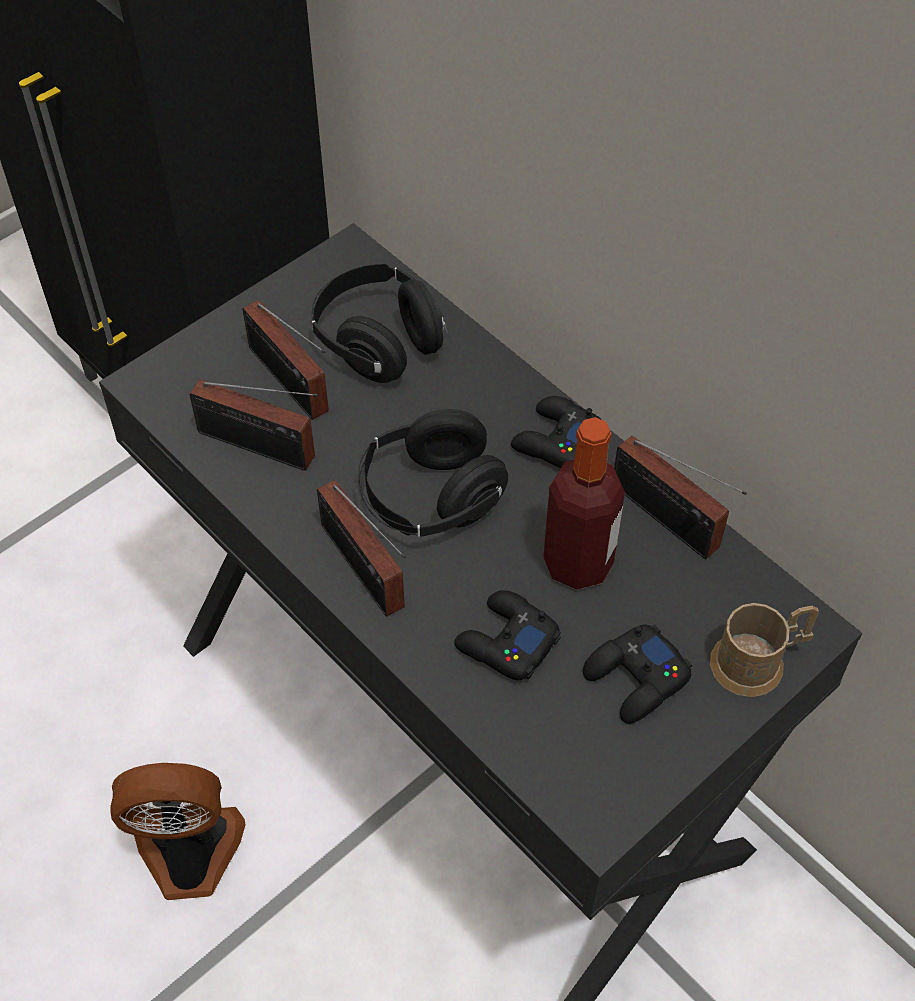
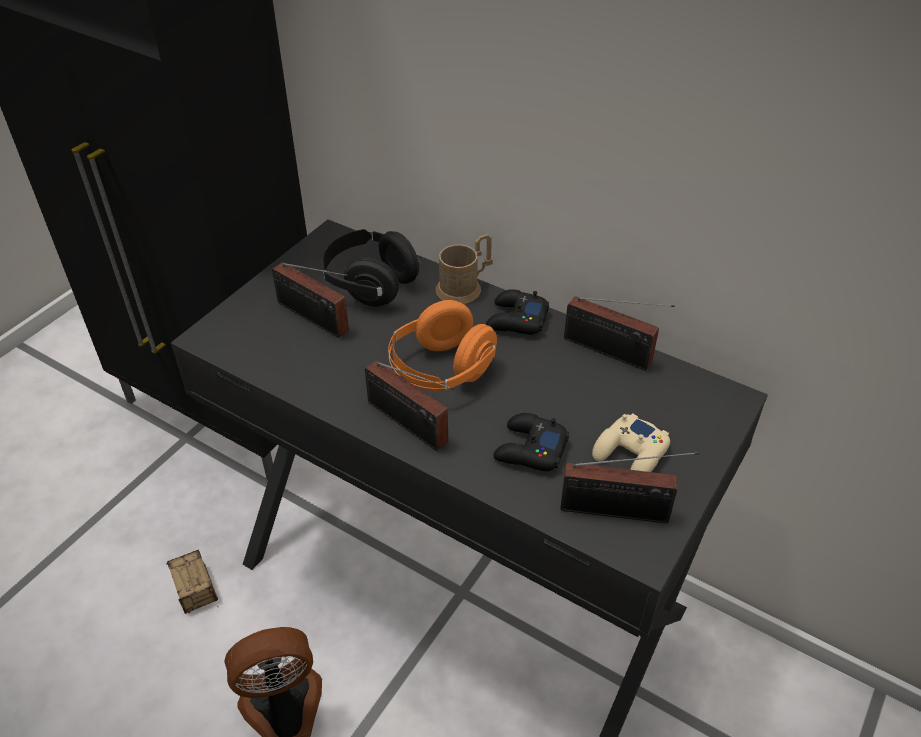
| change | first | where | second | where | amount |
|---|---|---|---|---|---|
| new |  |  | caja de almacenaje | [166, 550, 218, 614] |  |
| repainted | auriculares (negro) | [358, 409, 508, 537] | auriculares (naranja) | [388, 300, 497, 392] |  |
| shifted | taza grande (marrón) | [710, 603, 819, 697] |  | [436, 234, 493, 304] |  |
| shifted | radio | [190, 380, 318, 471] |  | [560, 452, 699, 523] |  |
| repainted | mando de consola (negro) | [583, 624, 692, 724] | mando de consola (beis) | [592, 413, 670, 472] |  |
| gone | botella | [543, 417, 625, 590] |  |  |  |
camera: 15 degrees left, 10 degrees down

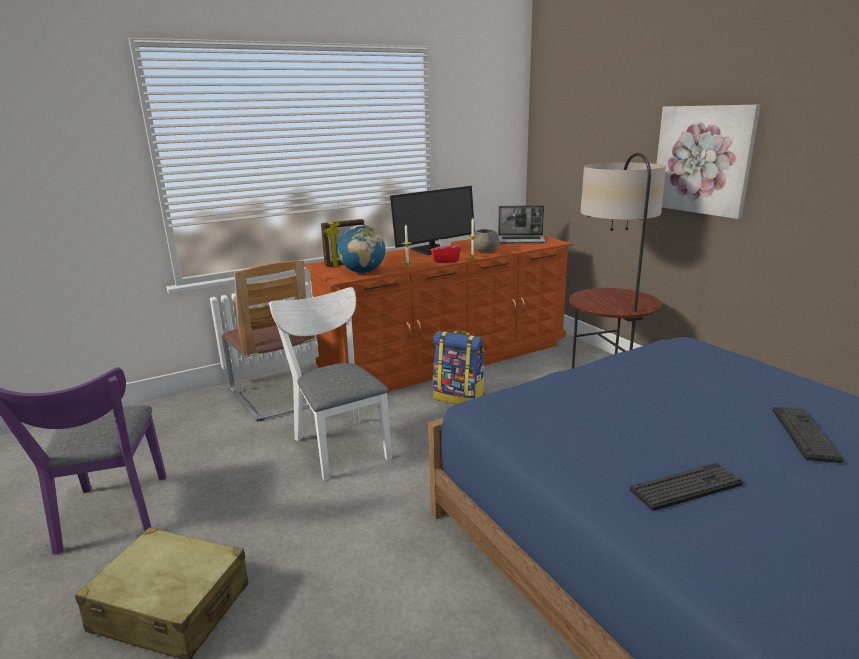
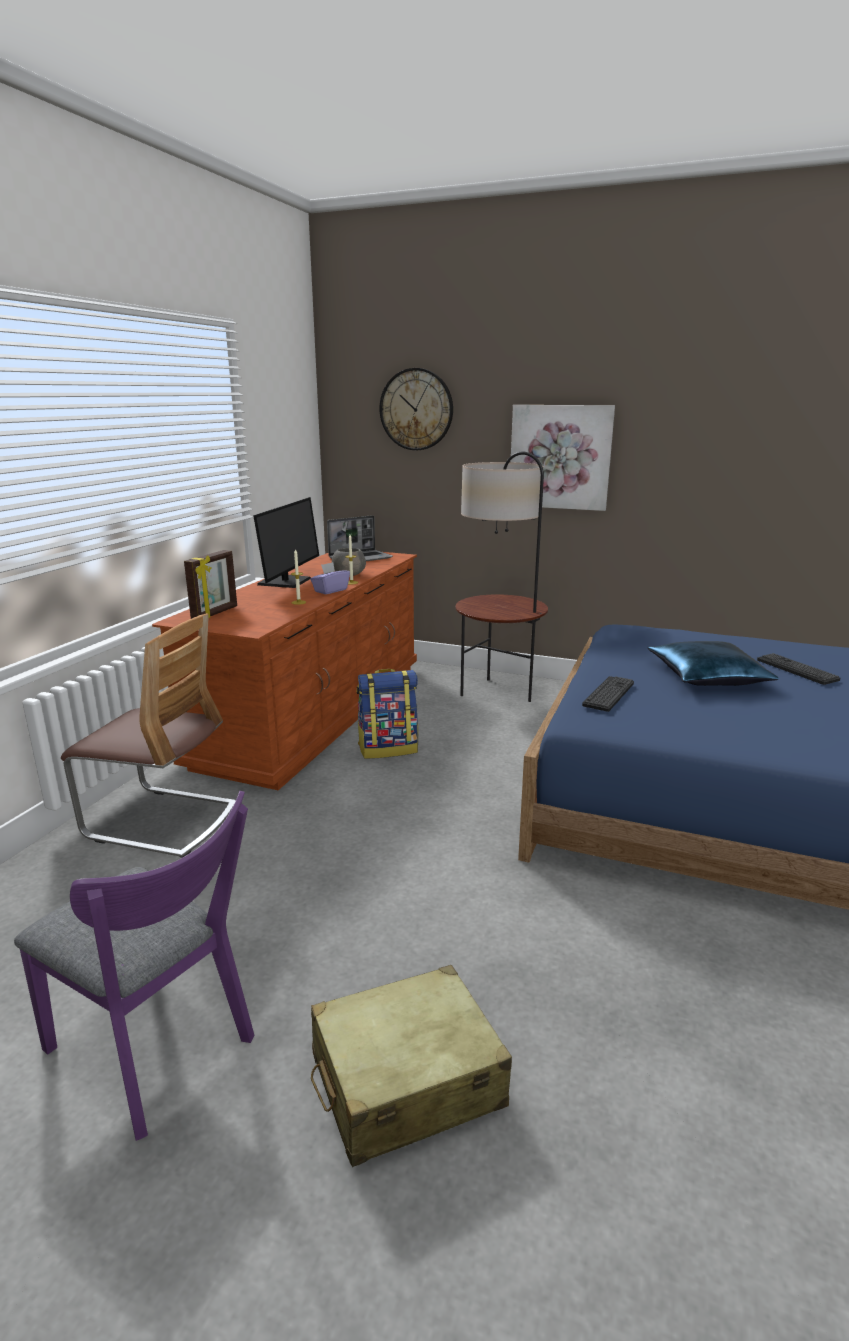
| change | first | where | second | where | amount |
|---|---|---|---|---|---|
| repainted | caja de pañuelos (rojo) | [431, 238, 461, 263] | caja de pañuelos (morado) | [310, 562, 350, 594] |  |
| new |  |  | reloj de pared | [380, 368, 453, 450] |  |
| shifted | teclado | [630, 463, 743, 511] |  | [582, 676, 634, 712] |  |
| new |  |  | cojín (azul) | [648, 641, 779, 686] |  |
| gone | silla (blanco) | [269, 287, 392, 481] |  |  |  |
| gone | globo terráqueo | [338, 225, 385, 273] |  |  |  |
camera: 40 degrees left, 0 degrees up

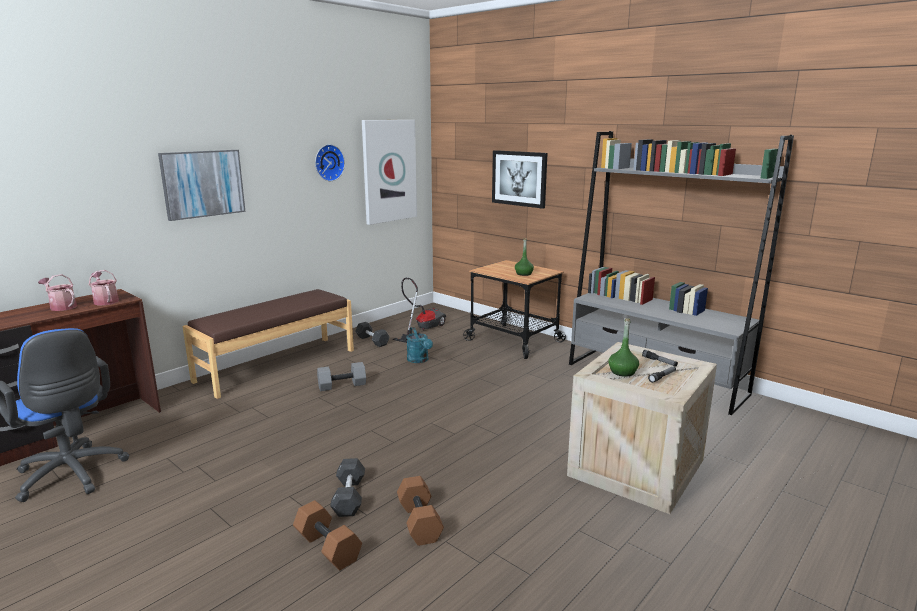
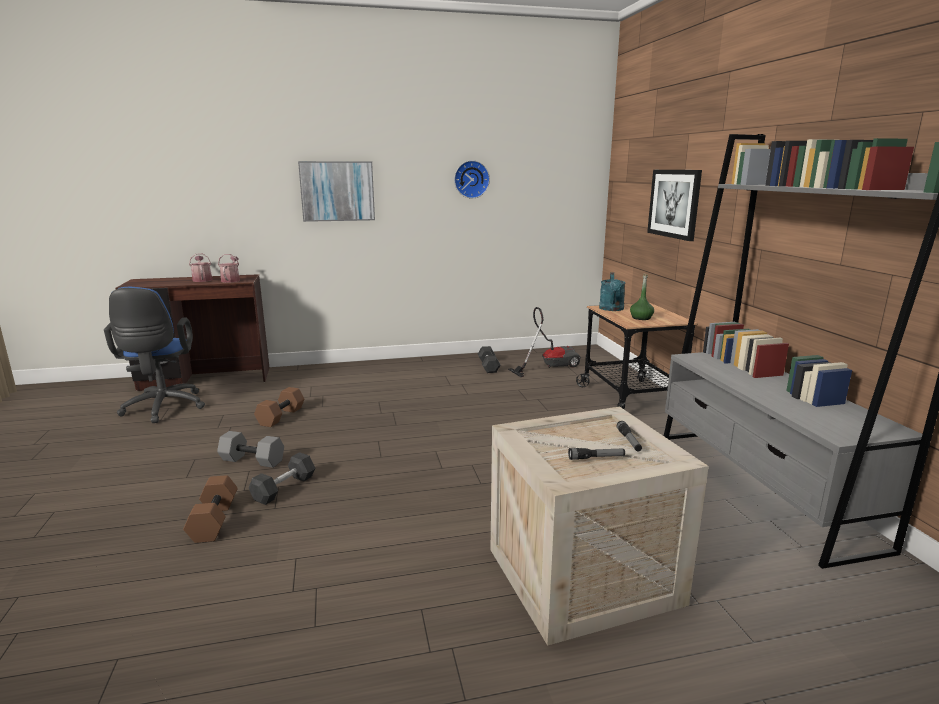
| change | first | where | second | where | amount |
|---|---|---|---|---|---|
| shifted | mancuerna (gris) | [317, 362, 366, 391] |  | [217, 431, 284, 468] |  |
| shifted | mancuerna (marrón) | [397, 476, 444, 546] |  | [254, 387, 304, 427] |  |
| shifted | regadera (turquesa) | [406, 327, 433, 363] |  | [599, 272, 625, 311] |  |
| gone | banco (marrón) | [182, 289, 354, 399] |  |  |  |
| gone | cuadro | [362, 120, 417, 225] |  |  |  |
| gone | botella (verde) | [608, 318, 639, 377] |  |  |  |
camera: 35 degrees right, 0 degrees up

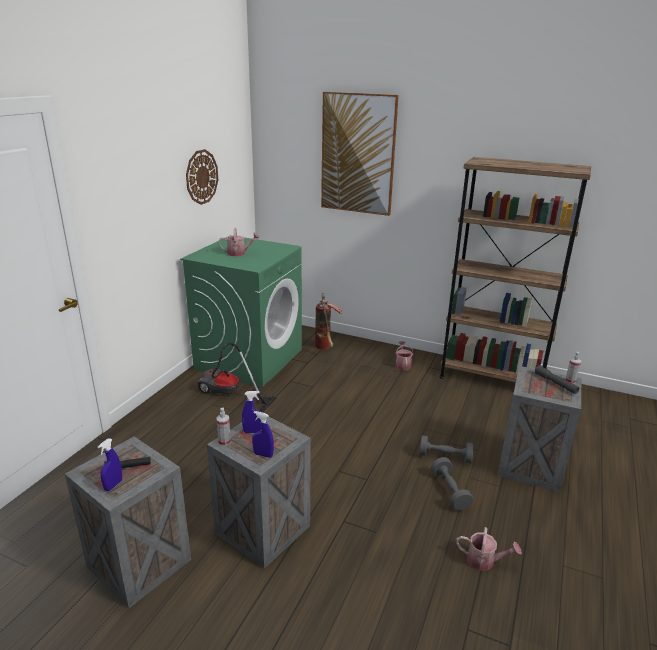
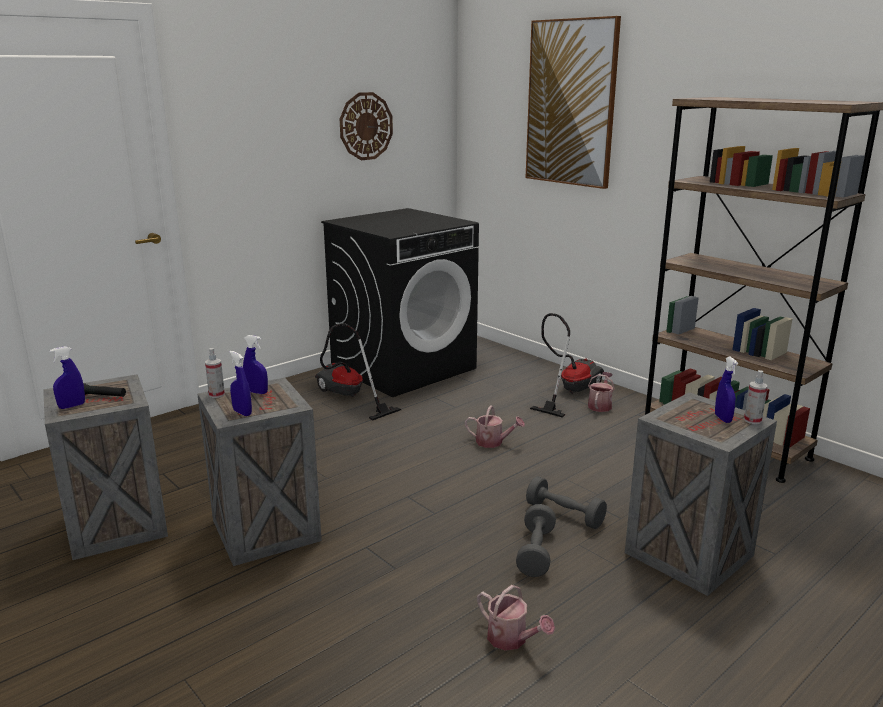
| change | first | where | second | where | amount |
|---|---|---|---|---|---|
| repainted | lavadora (verde) | [180, 235, 302, 388] | lavadora (negro) | [321, 208, 479, 397] |  |
| shifted | regadera | [218, 227, 260, 256] |  | [465, 405, 525, 448] |  |
| new |  |  | aspiradora | [530, 313, 604, 418] |  |
| swapped | linterna (gris) | [535, 365, 579, 394] | pulverizador (azul) | [715, 357, 738, 423] |  |
| gone | extintor | [315, 293, 342, 350] |  |  |  |
camera: 25 degrees right, 5 degrees down

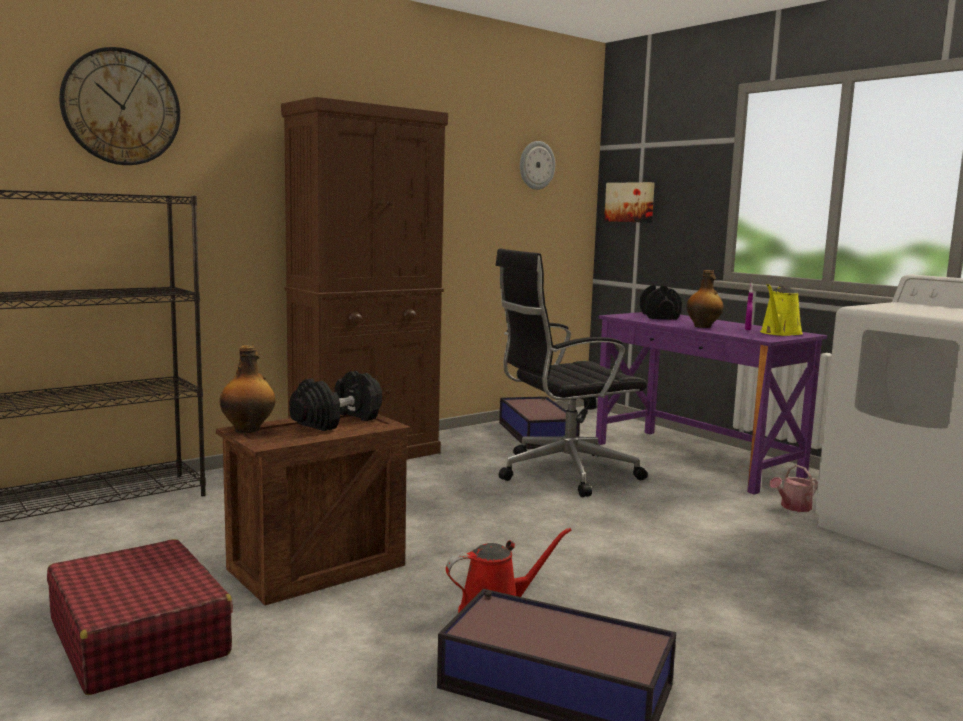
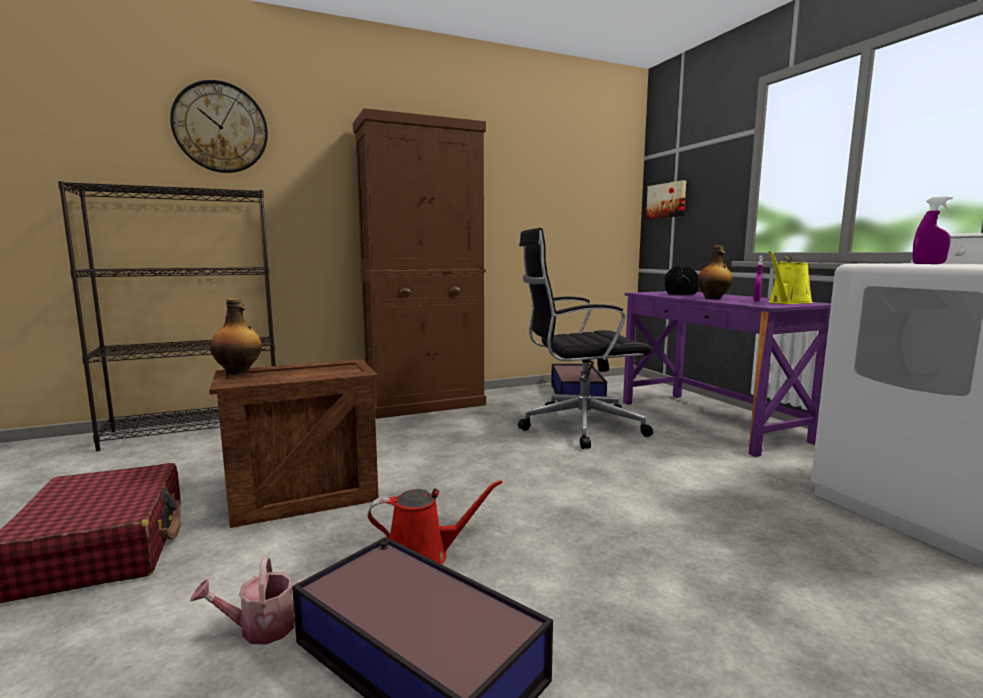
| change | first | where | second | where | amount |
|---|---|---|---|---|---|
| shifted | regadera | [769, 465, 818, 512] |  | [190, 556, 305, 645] |  |
| new |  |  | pulverizador (morado) | [913, 196, 952, 264] |  |
| gone | mancuerna (negro) | [289, 371, 382, 431] |  |  |  |
| gone | reloj de pared | [520, 141, 555, 190] |  |  |  |
camera: 15 degrees right, 0 degrees up

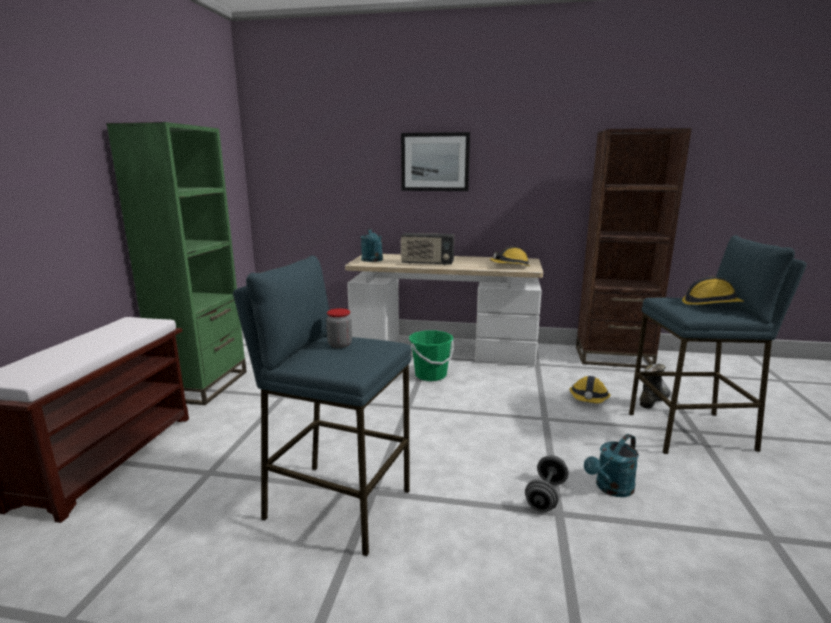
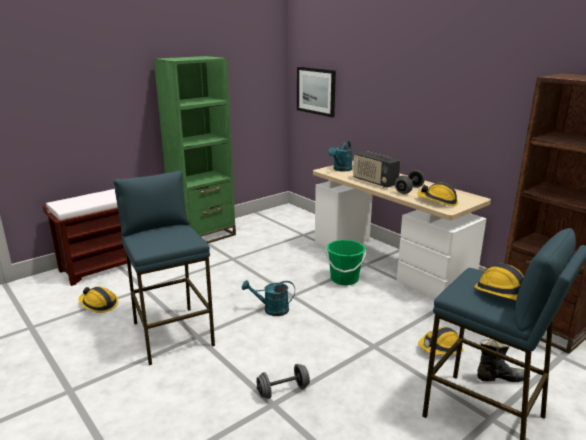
| change | first | where | second | where | amount |
|---|---|---|---|---|---|
| new |  |  | casco | [79, 287, 118, 313] |  |
| shifted | regadera (turquesa) | [584, 434, 639, 497] |  | [242, 280, 295, 316] |  |
| shifted | cuadro | [401, 132, 470, 191] |  | [297, 67, 336, 117] |  |
| new |  |  | mancuerna (gris) | [395, 170, 425, 194] |  |
| gone | tarro | [326, 308, 352, 348] |  |  |  |
camera: 40 degrees right, 5 degrees up

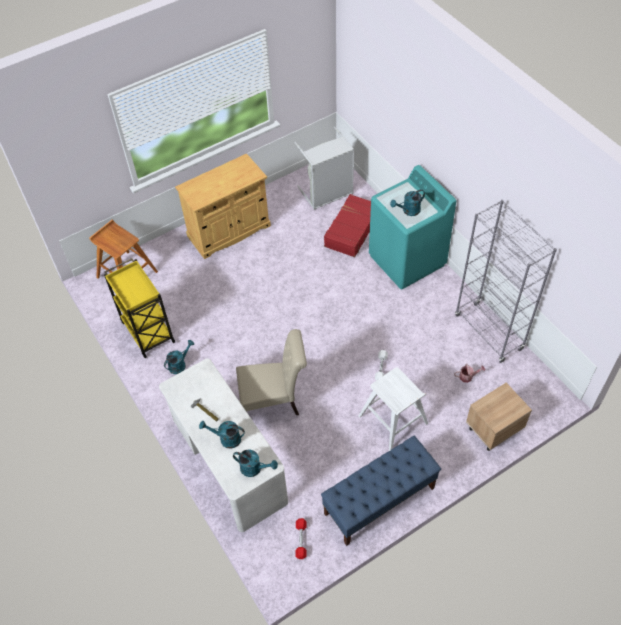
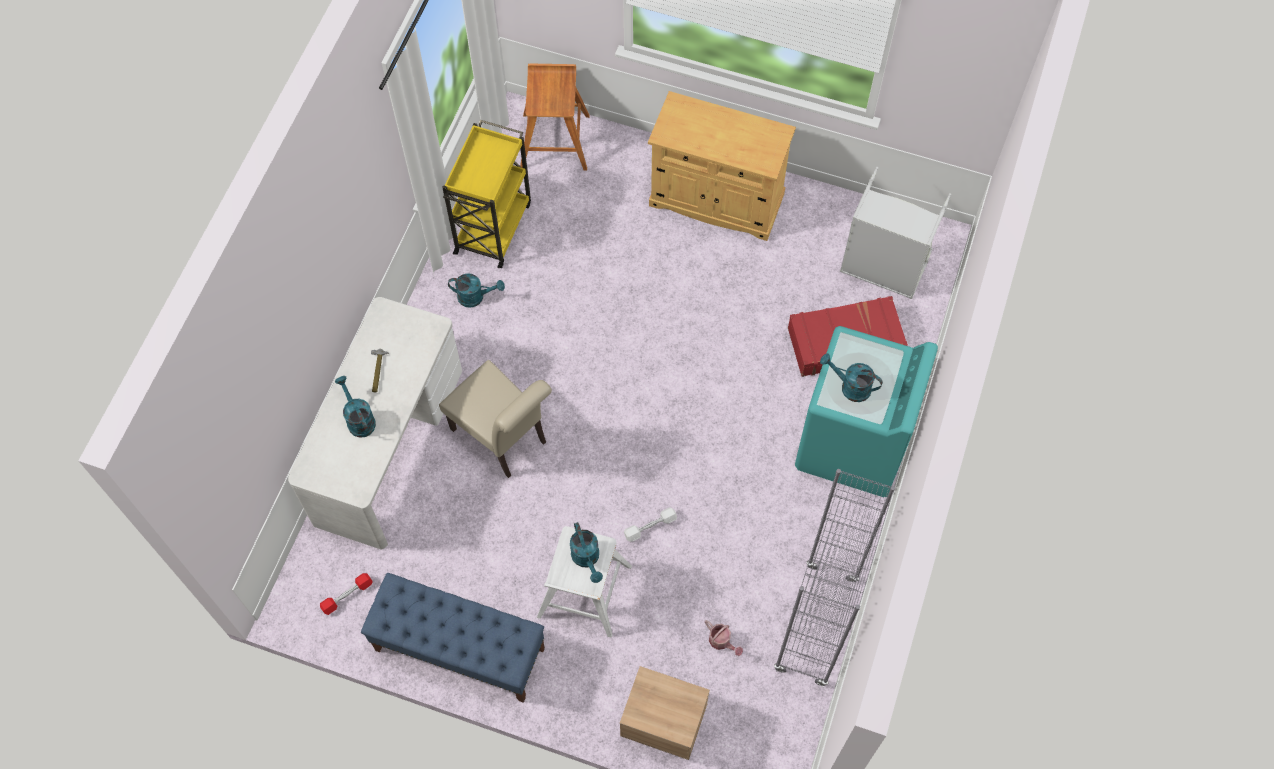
| change | first | where | second | where | amount |
|---|---|---|---|---|---|
| shifted | regadera (turquesa) | [233, 450, 278, 477] |  | [570, 522, 603, 583] |  |
camera: 50 degrees right, 10 degrees up

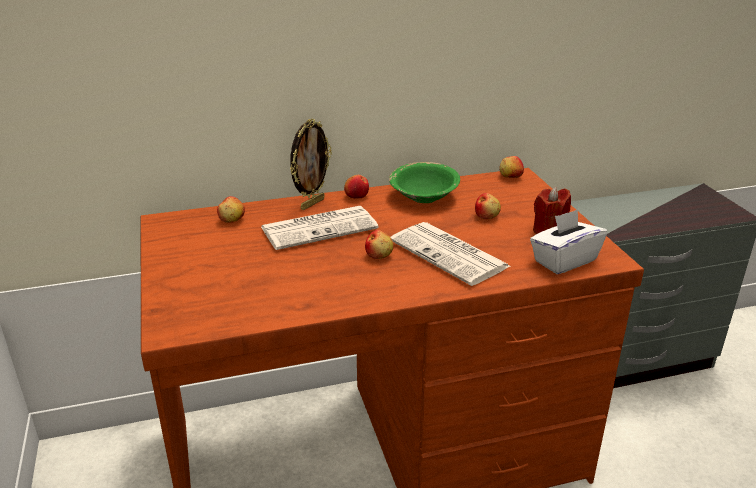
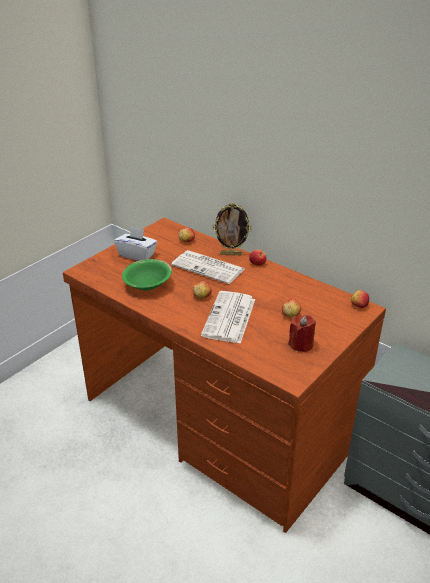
| change | first | where | second | where | amount |
|---|---|---|---|---|---|
| shifted | caja de pañuelos (blanco) | [530, 209, 607, 274] |  | [114, 227, 157, 261] |  |
| shifted | cuenco (verde) | [389, 162, 460, 203] |  | [122, 259, 172, 291] |  |
camera: 55 degrees right, 5 degrees up

